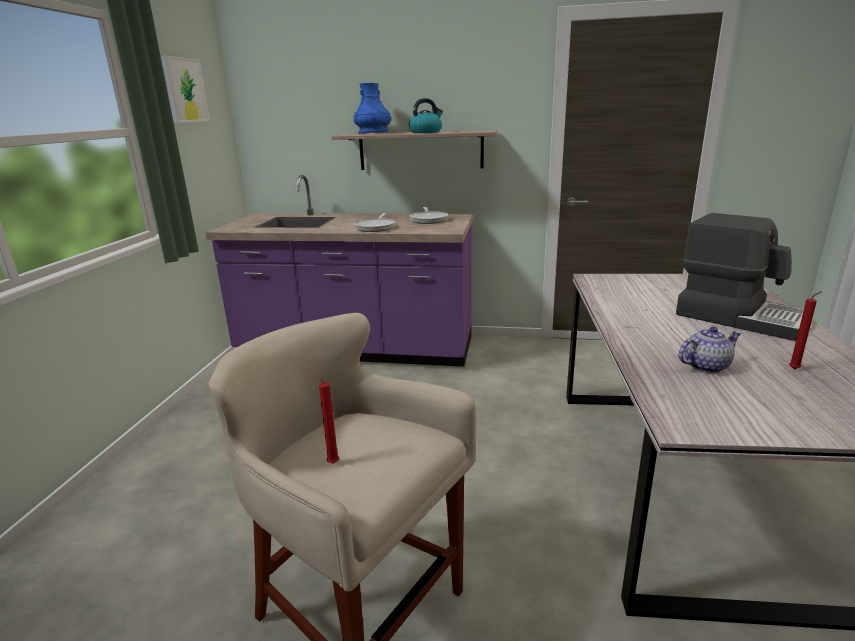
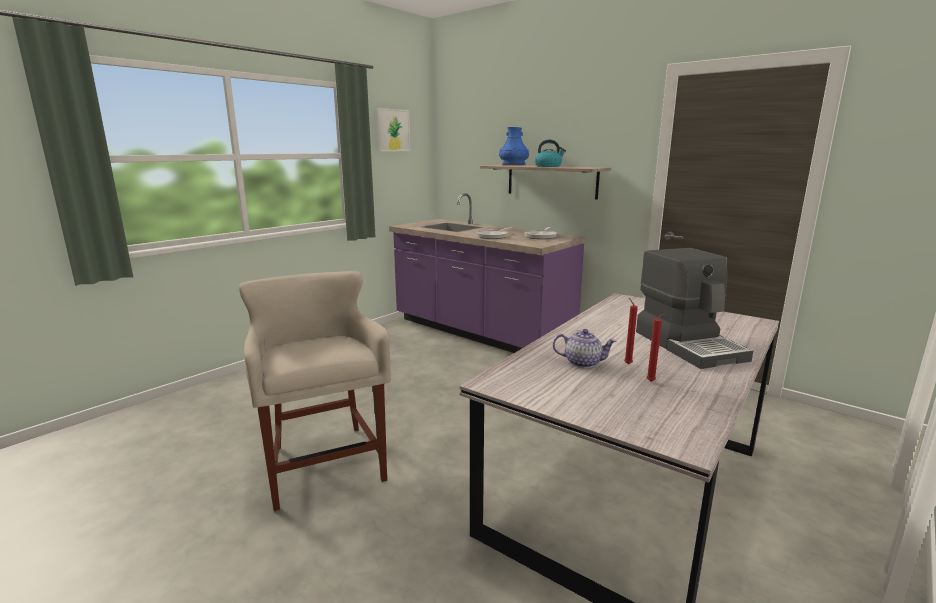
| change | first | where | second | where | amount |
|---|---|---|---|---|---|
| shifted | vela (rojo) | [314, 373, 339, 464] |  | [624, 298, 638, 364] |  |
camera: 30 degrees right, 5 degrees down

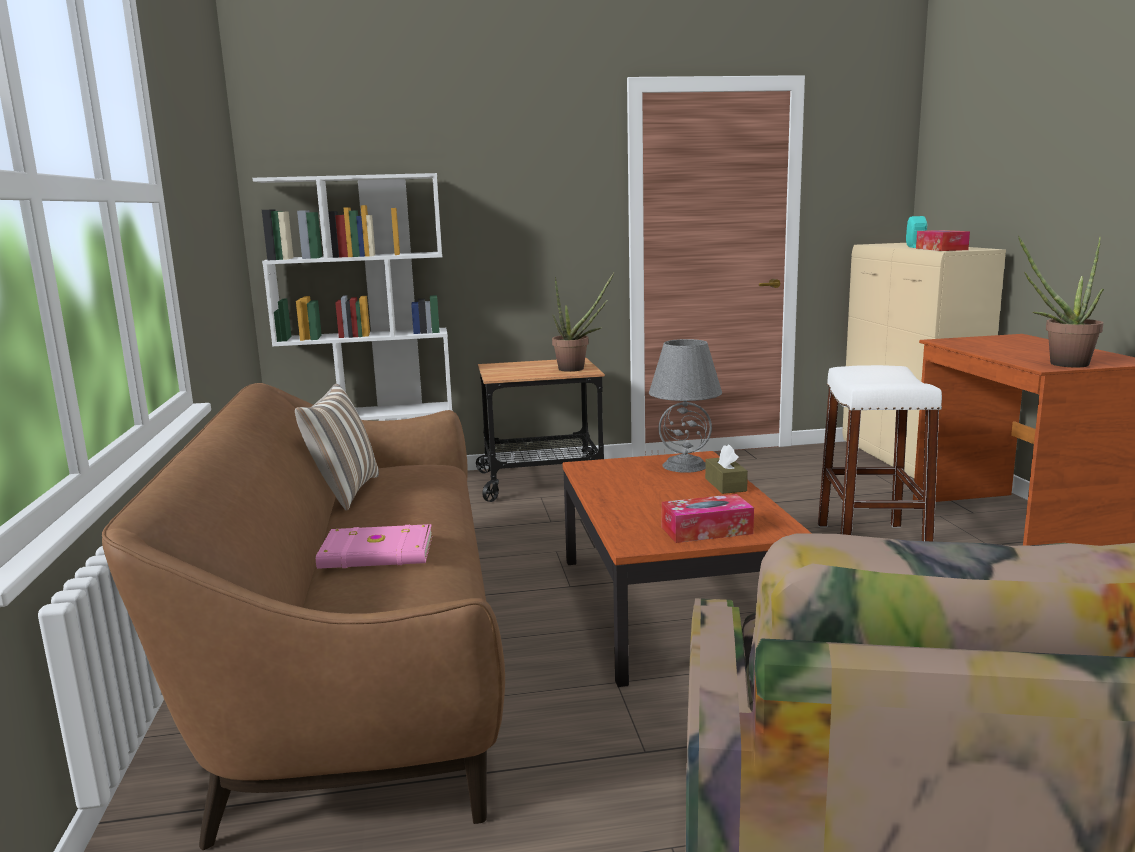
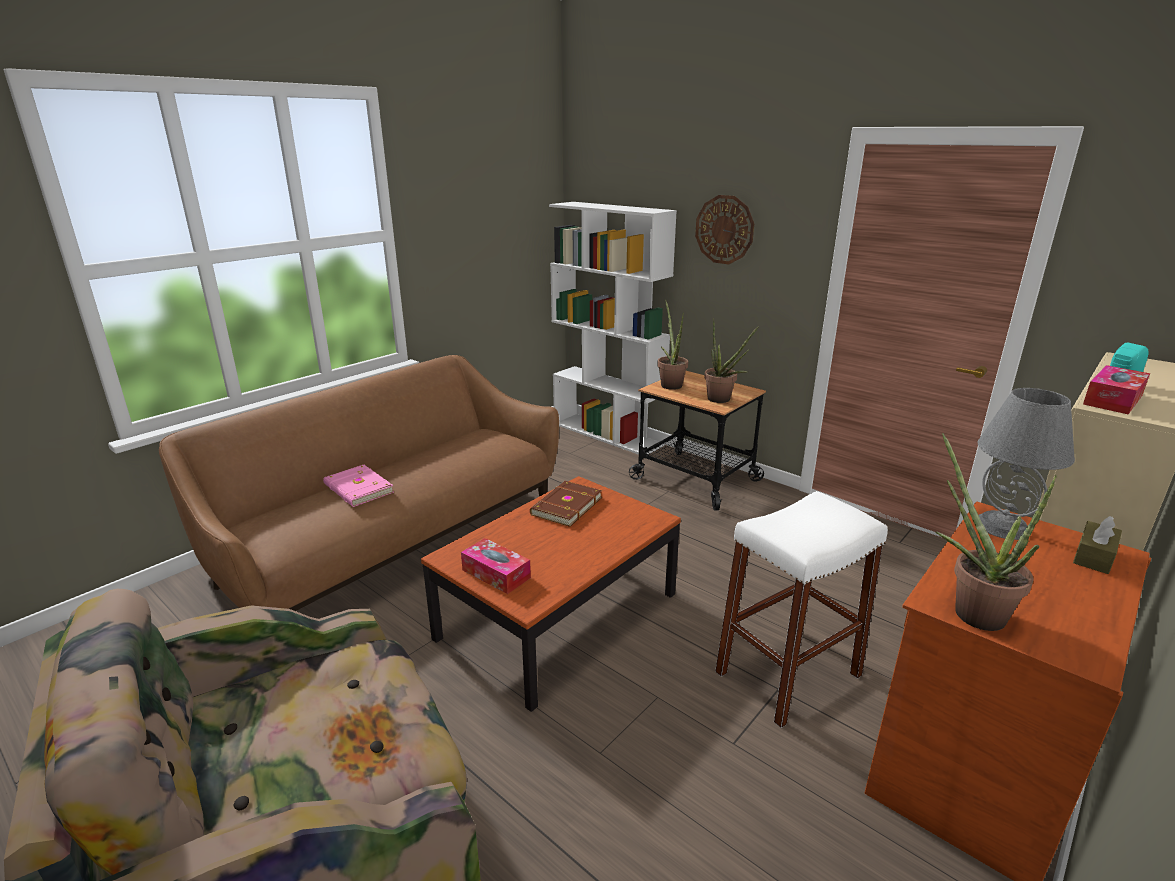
| change | first | where | second | where | amount |
|---|---|---|---|---|---|
| new |  |  | libro (marrón) | [530, 481, 602, 527] |  |
| new |  |  | planta en maceta | [657, 300, 688, 390] |  |
| new |  |  | reloj de pared | [695, 195, 754, 264] |  |
| shifted | lámpara de mesa (gris) | [649, 339, 722, 473] |  | [977, 388, 1075, 540] |  |
| shifted | caja de pañuelos (marrón) | [705, 444, 748, 494] |  | [1073, 516, 1122, 574] |  |
| gone | cojín | [295, 384, 379, 510] |  |  |  |
camera: 50 degrees right, 10 degrees up

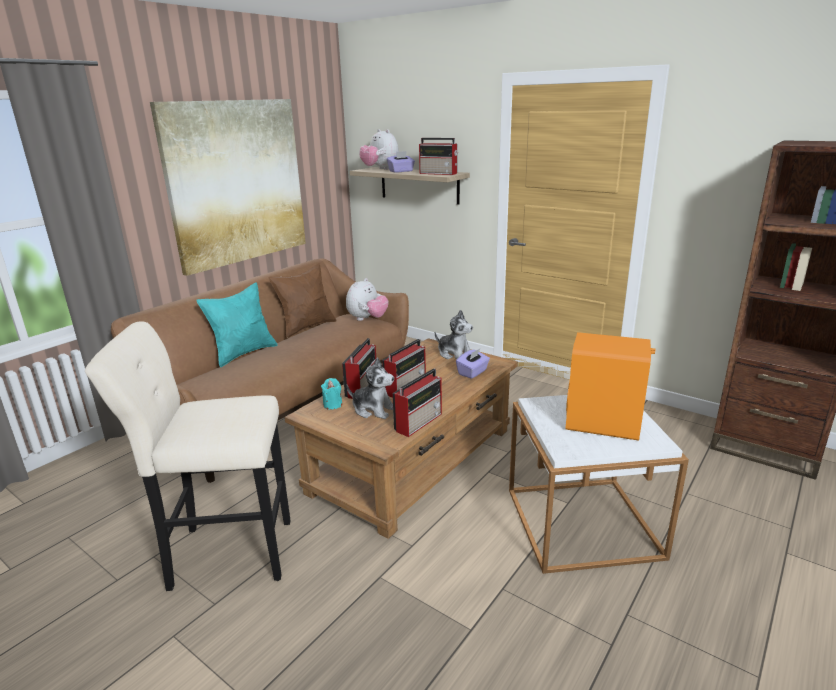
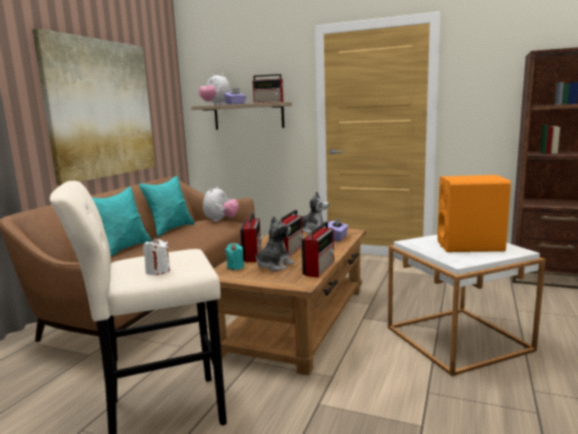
| change | first | where | second | where | amount |
|---|---|---|---|---|---|
| repainted | cojín (marrón) | [268, 263, 337, 338] | cojín (turquesa) | [139, 176, 195, 237] |  |
| new |  |  | vela (blanco) | [143, 237, 170, 275] |  |
| rotated | peluche | [347, 357, 394, 419] |  | [255, 216, 294, 271] | 60 degrees counterclockwise |
camera: 15 degrees left, 10 degrees down

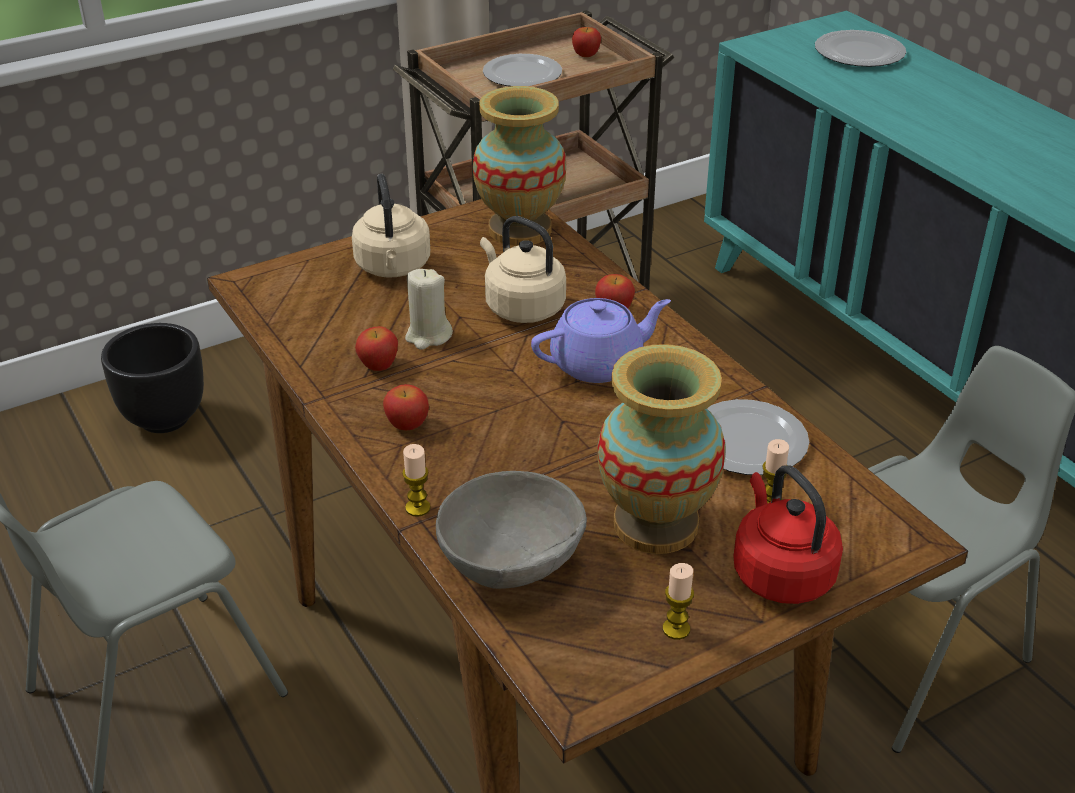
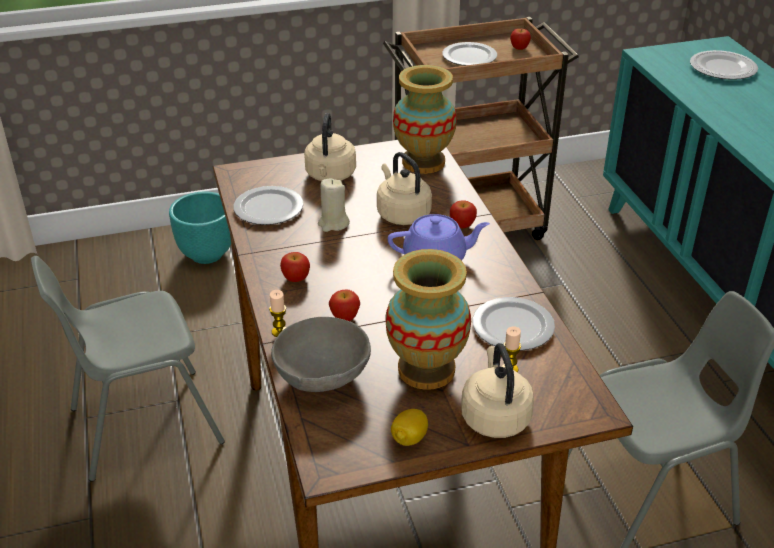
| change | first | where | second | where | amount |
|---|---|---|---|---|---|
| repainted | maceta (negro) | [101, 323, 204, 433] | maceta (turquesa) | [169, 192, 231, 264] |  |
| new |  |  | plato | [233, 186, 304, 225] |  |
| shifted | manzana | [355, 326, 398, 371] |  | [329, 289, 360, 321] |  |
| swapped | vela | [663, 563, 694, 640] | limón | [391, 409, 428, 446] |  |
| repainted | hervidor (rojo) | [733, 465, 843, 604] | hervidor (beis) | [461, 343, 534, 438] |  |
camera: 15 degrees right, 0 degrees up

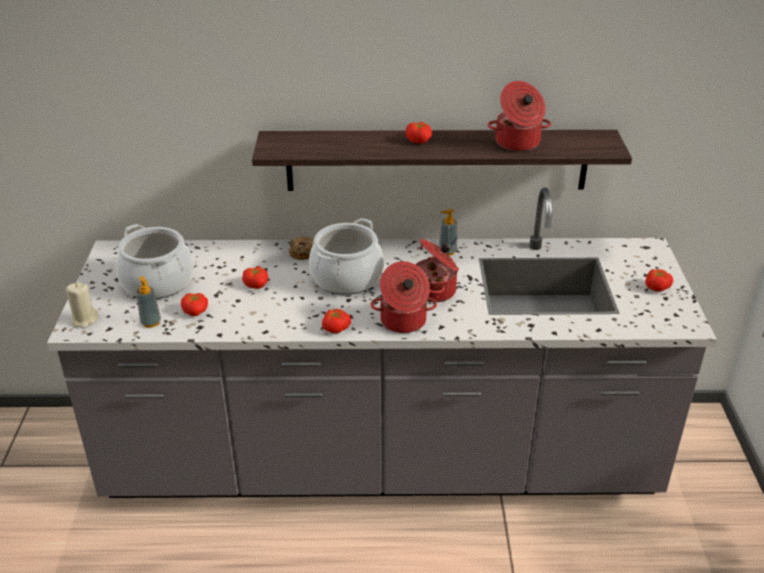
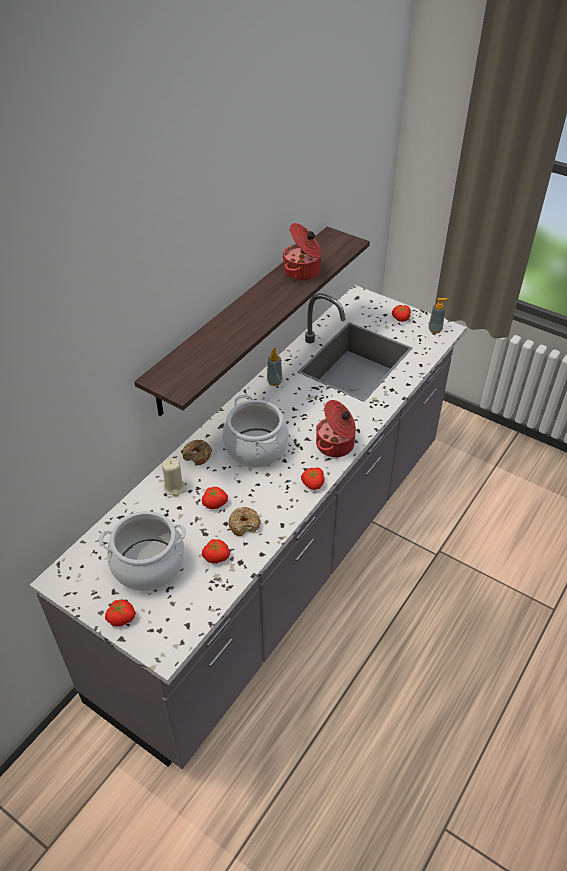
| change | first | where | second | where | amount |
|---|---|---|---|---|---|
| shifted | tomate | [405, 122, 432, 144] |  | [105, 599, 136, 626] |  |
| shifted | vela (beis) | [66, 282, 99, 329] |  | [162, 458, 187, 496] |  |
| new |  |  | rosquilla | [228, 507, 260, 536] |  |
| shifted | dispensador de jabón | [136, 276, 161, 328] |  | [428, 298, 448, 333] |  |
| gone | olla | [415, 239, 459, 302] |  |  |  |
camera: 55 degrees left, 10 degrees up

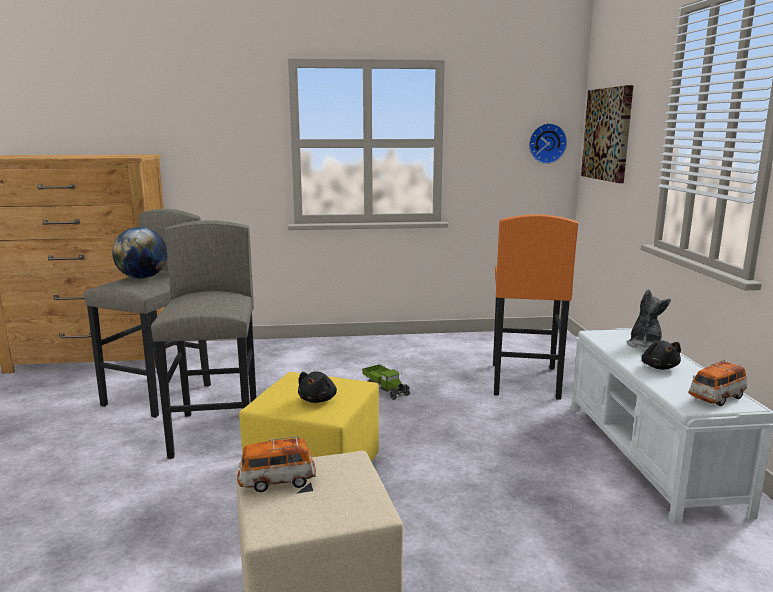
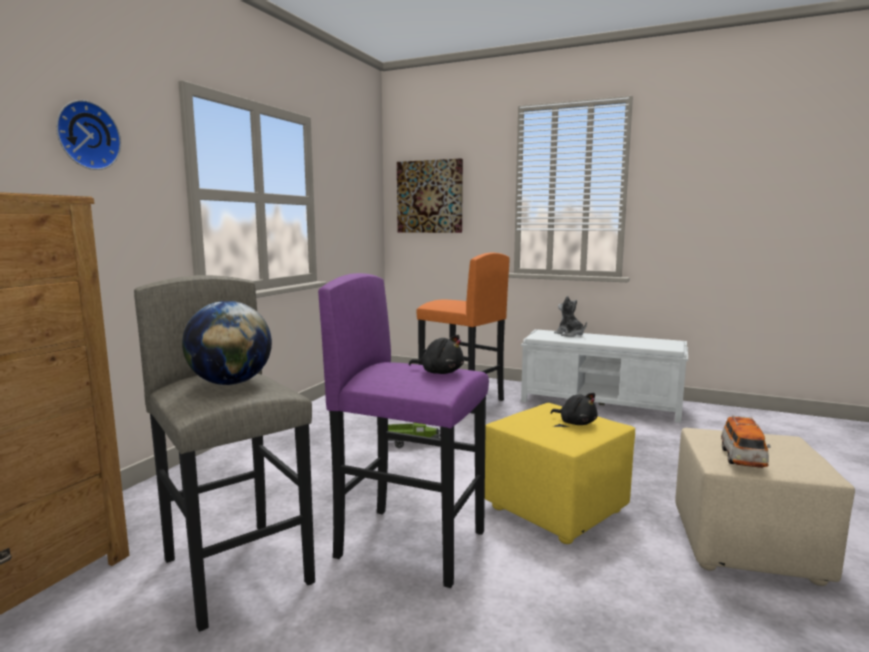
| change | first | where | second | where | amount |
|---|---|---|---|---|---|
| shifted | reloj de pared | [529, 123, 567, 164] |  | [56, 100, 121, 170] |  |
| repainted | taburete (gris) | [151, 220, 257, 459] | taburete (morado) | [318, 273, 489, 588] |  |
| shifted | peluche (negro) | [642, 341, 681, 370] |  | [409, 335, 464, 374] |  |
| gone | coche de juguete | [688, 360, 747, 406] |  |  |  |
camera: 60 degrees left, 5 degrees down

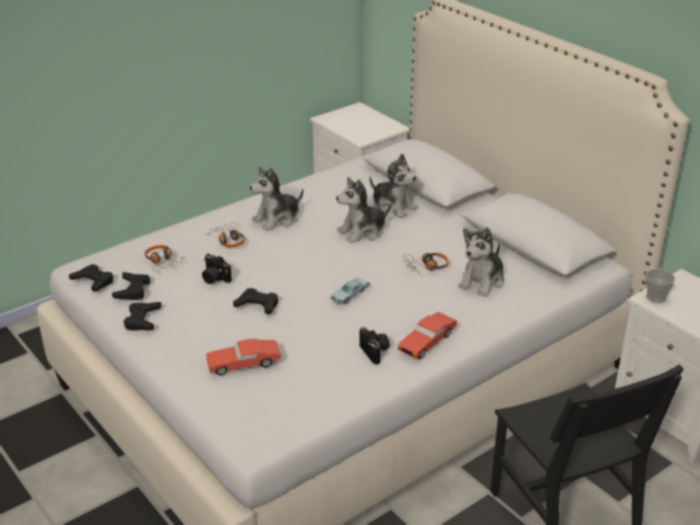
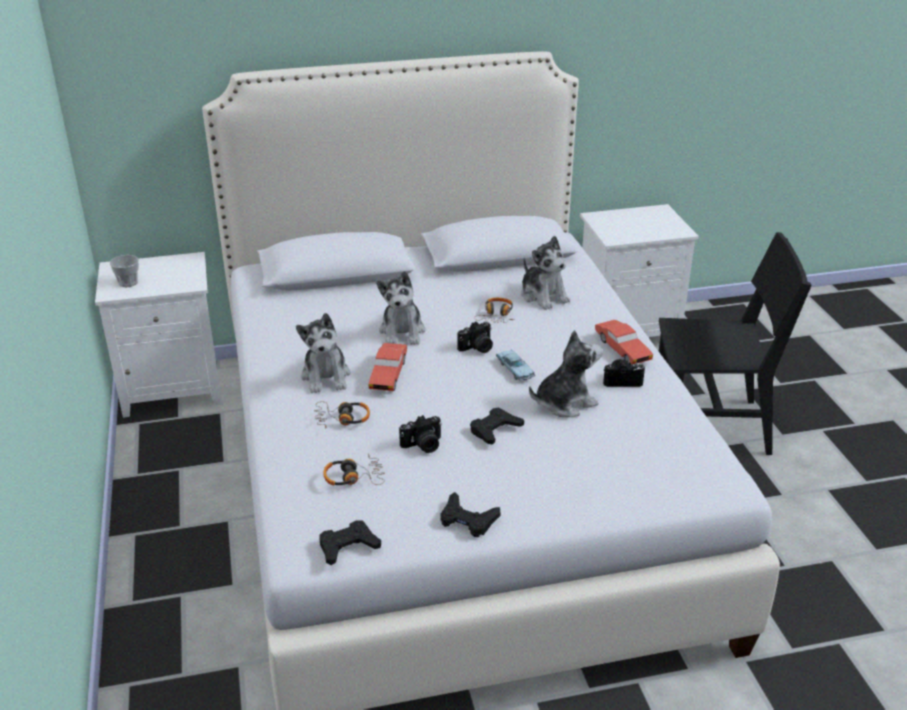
| change | first | where | second | where | amount |
|---|---|---|---|---|---|
| shifted | taza | [645, 269, 675, 303] |  | [110, 255, 139, 287] |  |
| shifted | coche de juguete (rojo) | [206, 339, 281, 375] |  | [368, 343, 407, 391] |  |
| new |  |  | cámara | [457, 321, 493, 353] |  |
| shifted | peluche | [369, 153, 418, 218] |  | [529, 330, 603, 417] |  |
| gone | mando de consola (negro) | [112, 272, 150, 300] |  |  |  |
camera: 65 degrees left, 0 degrees up

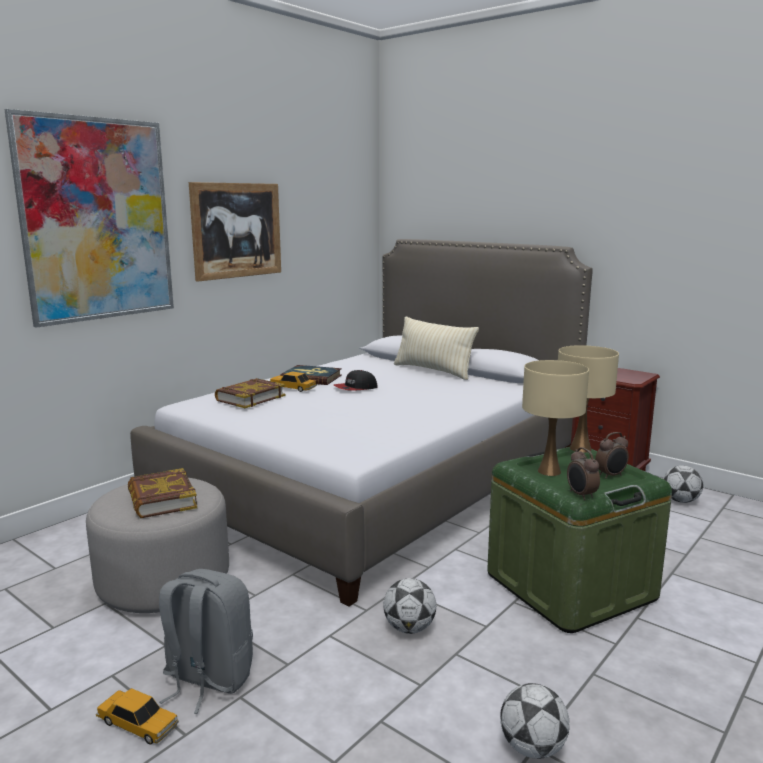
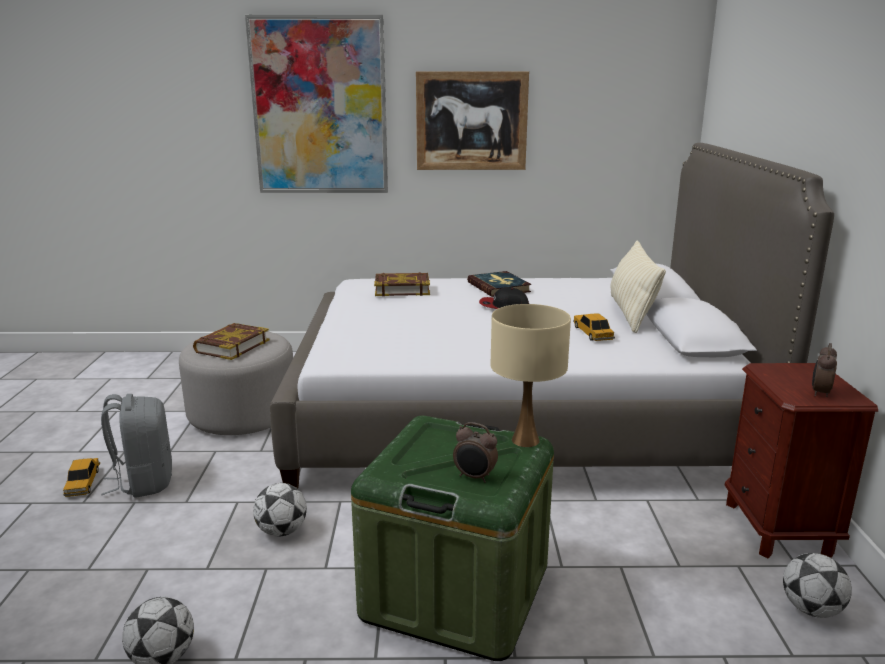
| change | first | where | second | where | amount |
|---|---|---|---|---|---|
| shifted | coche de juguete | [270, 371, 317, 392] |  | [573, 314, 615, 341] |  |
| shifted | despertador | [567, 447, 600, 500] |  | [812, 343, 837, 397] |  |
| gone | lámpara de mesa (beis) | [522, 360, 589, 476] |  |  |  |
camera: 50 degrees right, 5 degrees up

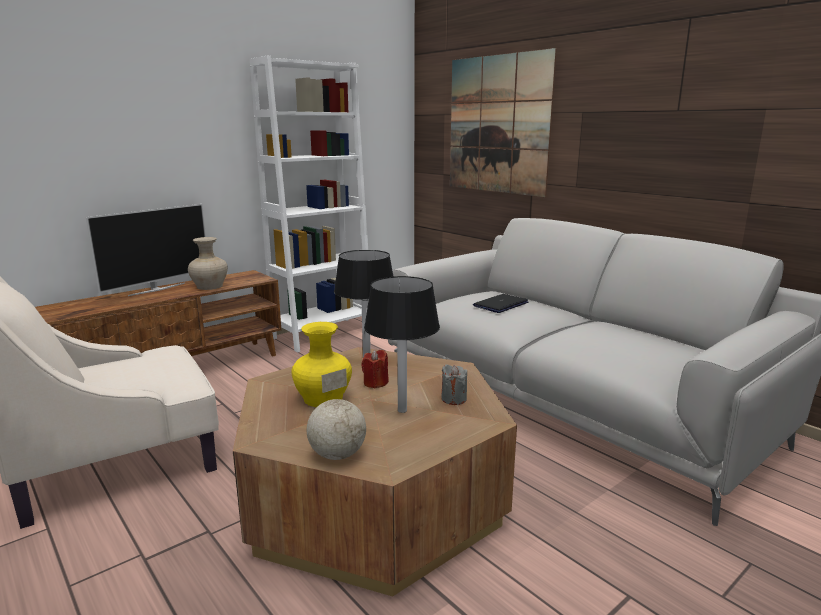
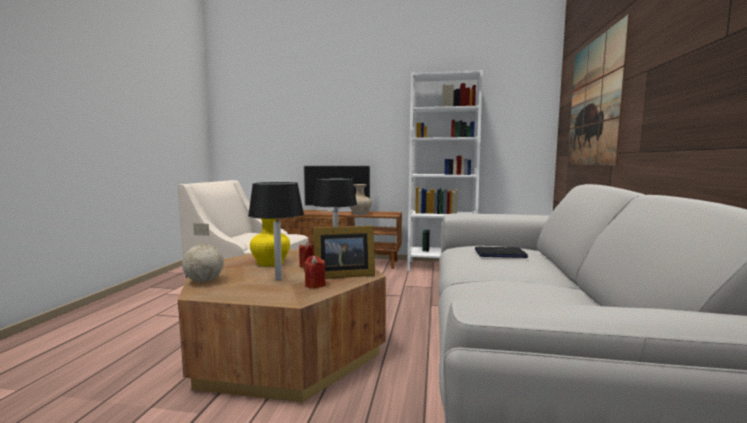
| change | first | where | second | where | amount |
|---|---|---|---|---|---|
| repainted | vela (gris) | [441, 364, 467, 405] | vela (rojo) | [303, 256, 326, 288] |  |
| new |  |  | portarretratos | [313, 226, 375, 279] |  |
camera: 50 degrees right, 10 degrees down

